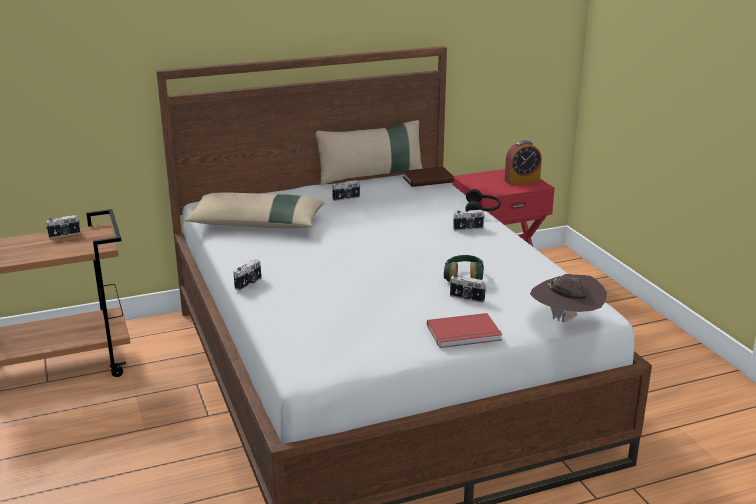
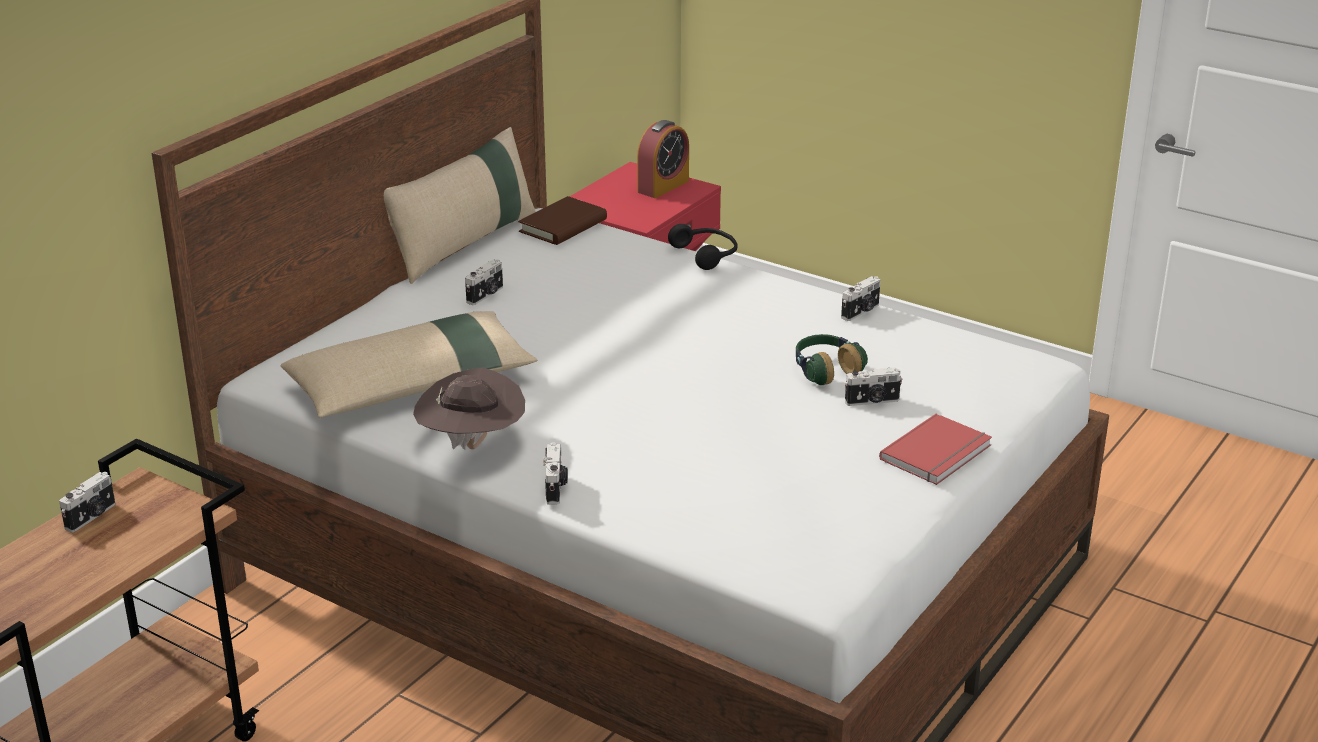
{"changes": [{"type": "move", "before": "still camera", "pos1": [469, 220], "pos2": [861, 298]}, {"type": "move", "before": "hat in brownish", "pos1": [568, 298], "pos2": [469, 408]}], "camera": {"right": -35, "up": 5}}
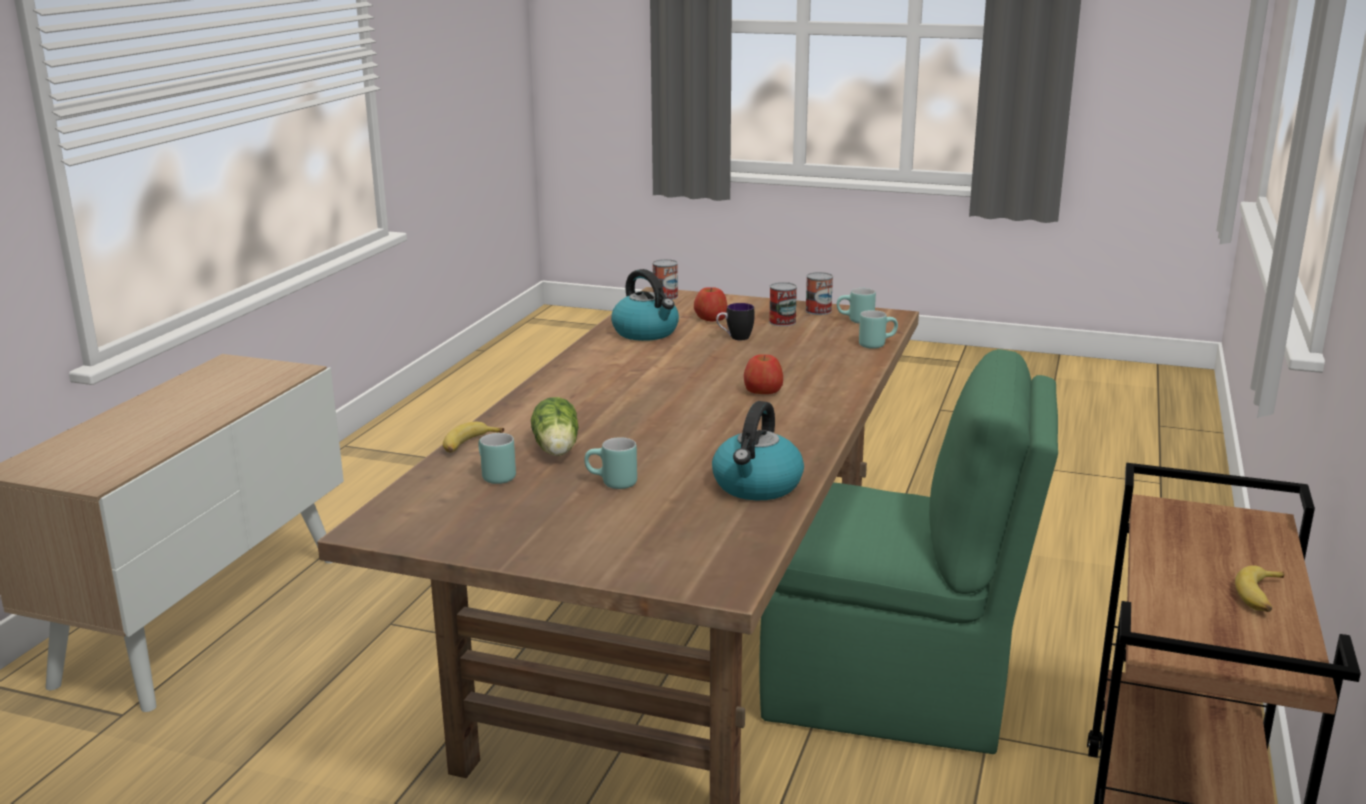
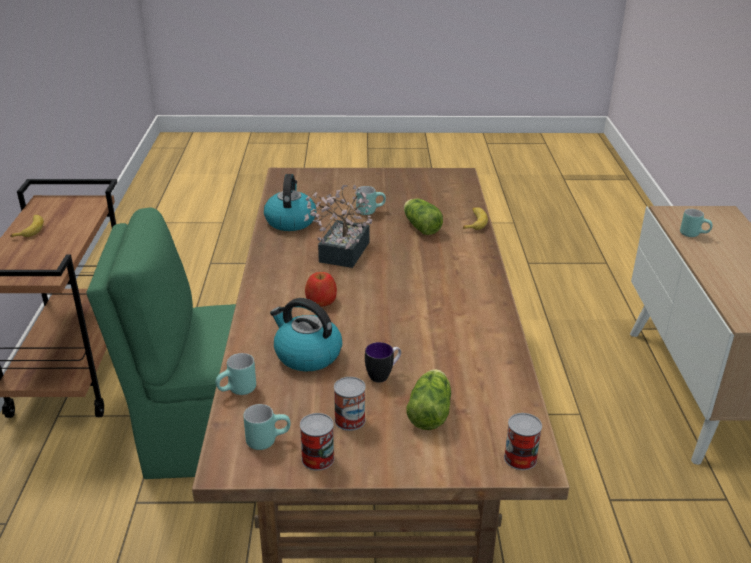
{"changes": [{"type": "move", "before": "coffee mug in turquoise", "pos1": [497, 458], "pos2": [696, 223]}, {"type": "move", "before": "tea kettle", "pos1": [645, 305], "pos2": [306, 334]}, {"type": "replace", "before": "apple", "after": "lettuce head", "pos1": [711, 304], "pos2": [428, 399]}, {"type": "insert", "after": "houseplant", "pos2": [338, 226]}], "camera": {"right": 160, "up": 10}}
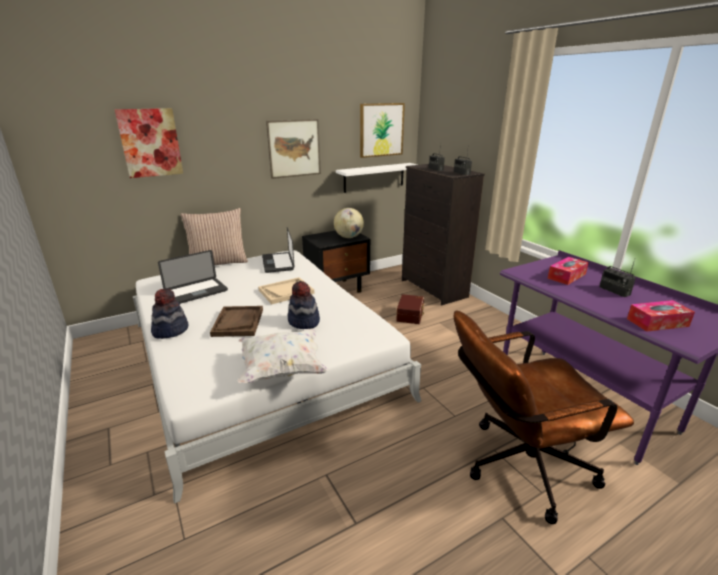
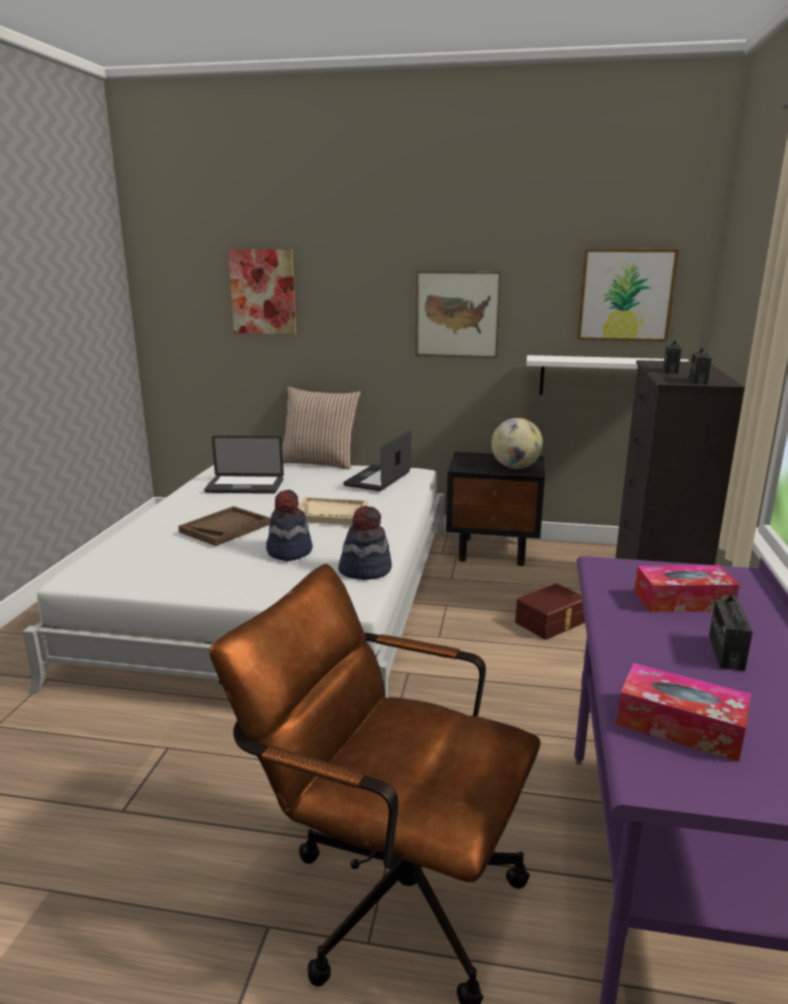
{"changes": [{"type": "move", "before": "hat", "pos1": [170, 314], "pos2": [365, 543]}, {"type": "delete", "before": "cushion in whitish", "pos1": [283, 356]}], "camera": {"right": 40, "up": -5}}
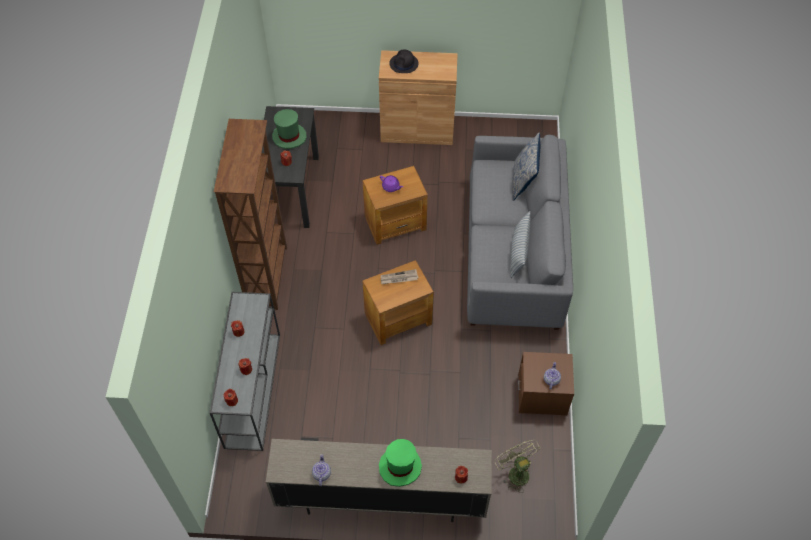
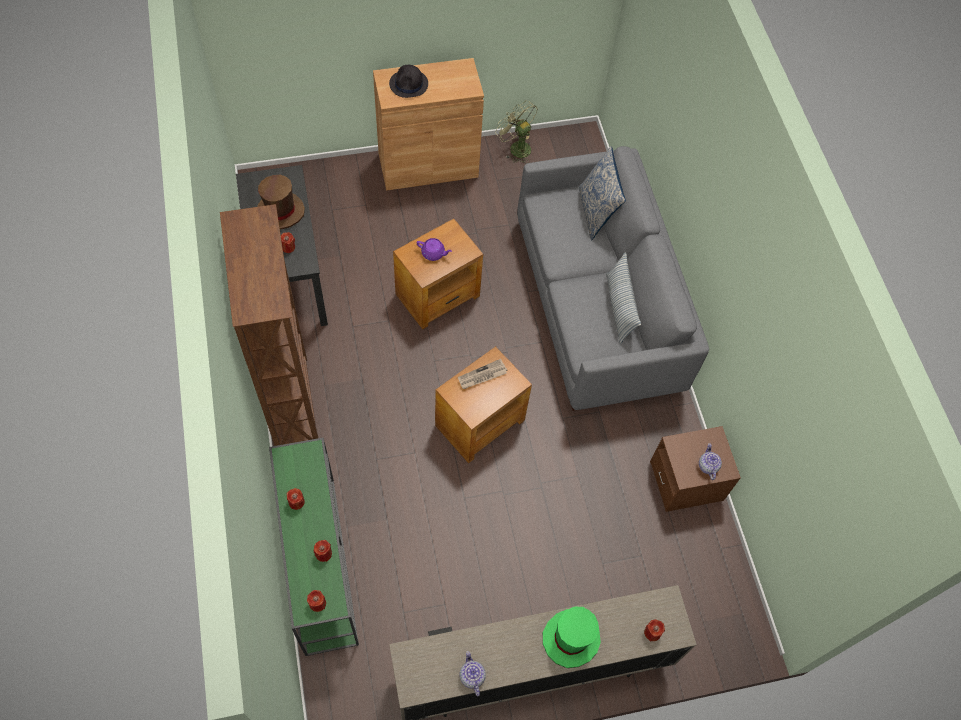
{"changes": [{"type": "recolor", "before": "hall table in grey", "after": "hall table in greenish", "pos1": [245, 371], "pos2": [314, 547]}, {"type": "recolor", "before": "hat in greenish", "after": "hat in brownish", "pos1": [289, 129], "pos2": [281, 202]}, {"type": "move", "before": "cooling fan in greenish", "pos1": [517, 466], "pos2": [516, 131]}], "camera": {"right": -20, "up": 5}}
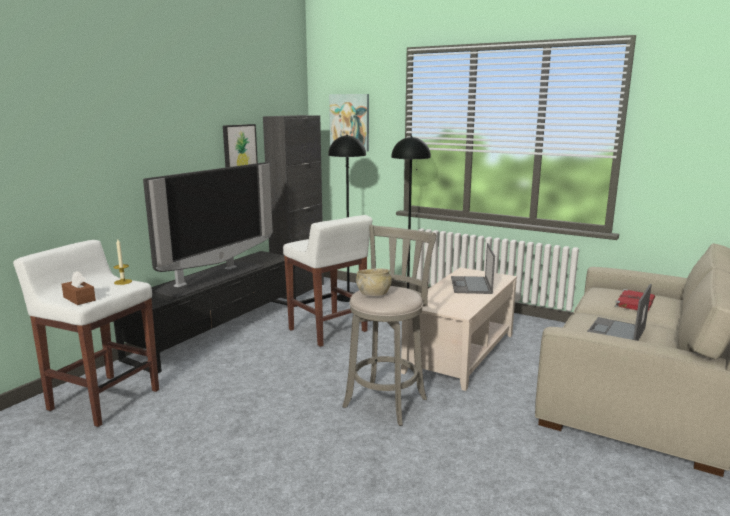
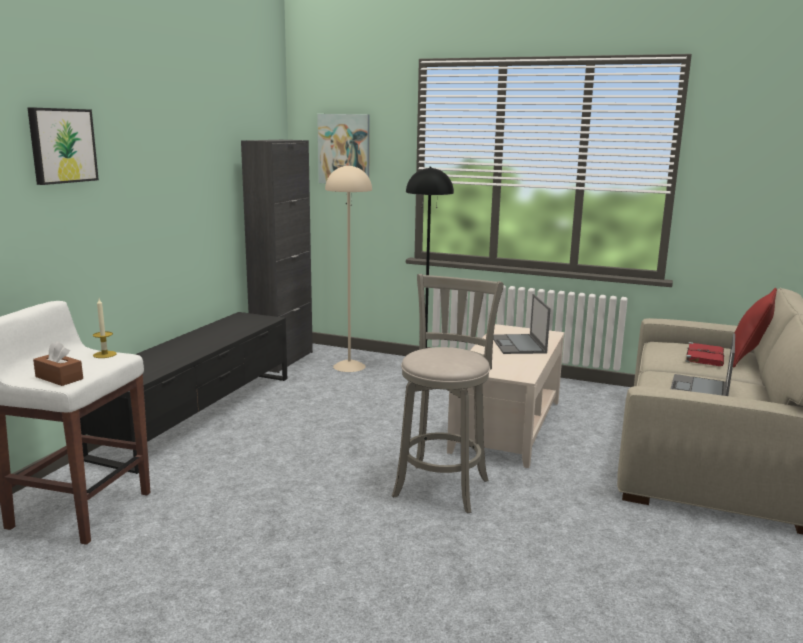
{"changes": [{"type": "delete", "before": "TV set", "pos1": [208, 230]}, {"type": "move", "before": "picture", "pos1": [240, 146], "pos2": [63, 146]}, {"type": "delete", "before": "stool seat in whitish", "pos1": [328, 281]}, {"type": "recolor", "before": "floor lamp in blackish", "after": "floor lamp in beige-coloured", "pos1": [347, 218], "pos2": [348, 268]}, {"type": "delete", "before": "serving bowl in beige-coloured", "pos1": [374, 282]}, {"type": "insert", "after": "cushion in red-coloured", "pos2": [755, 328]}], "camera": {"right": -10, "up": 0}}
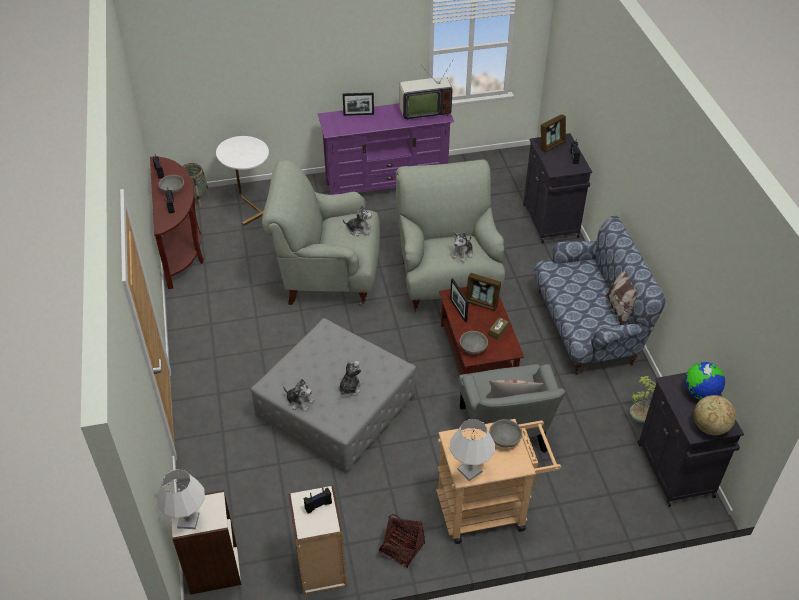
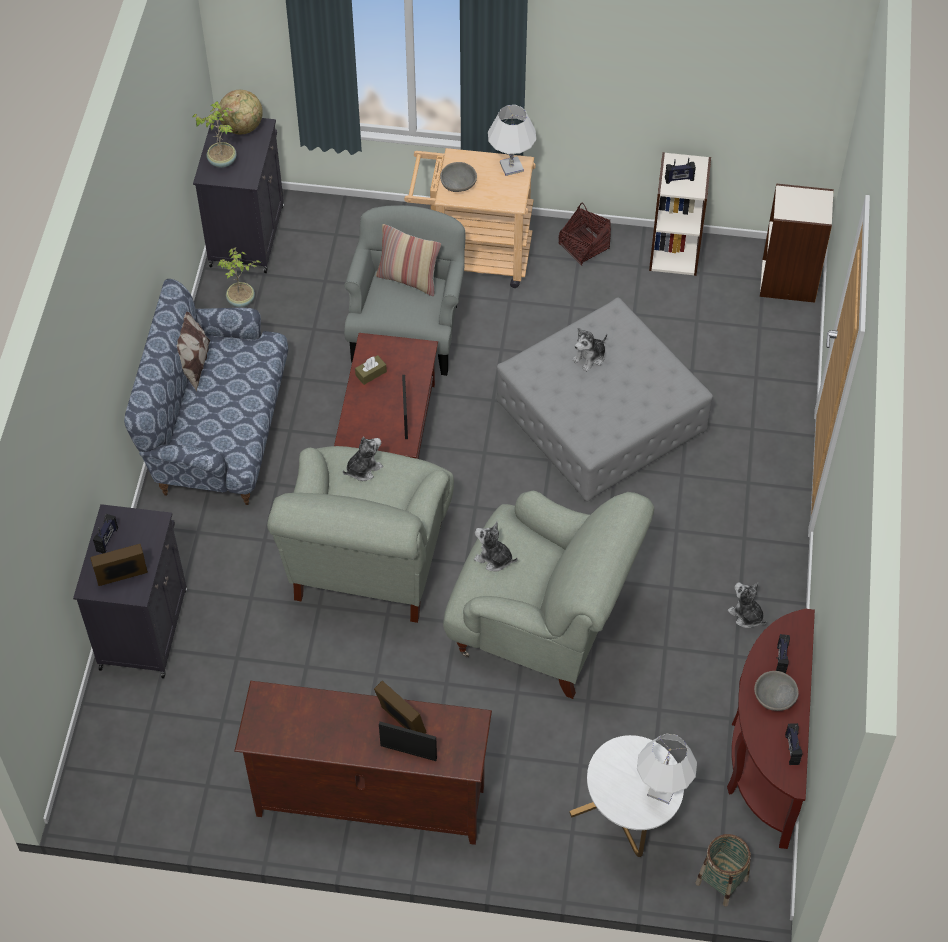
{"changes": [{"type": "move", "before": "table lamp in whitish", "pos1": [181, 499], "pos2": [667, 769]}, {"type": "move", "before": "cuddly toy", "pos1": [299, 395], "pos2": [747, 605]}, {"type": "recolor", "before": "media console in purple-coloured", "after": "media console in brownish", "pos1": [386, 149], "pos2": [363, 763]}, {"type": "delete", "before": "TV set", "pos1": [425, 91]}, {"type": "delete", "before": "serving bowl in grey", "pos1": [474, 342]}, {"type": "move", "before": "standing frame", "pos1": [483, 292], "pos2": [400, 707]}, {"type": "replace", "before": "globe", "after": "houseplant", "pos1": [705, 381], "pos2": [214, 134]}], "camera": {"right": -160, "up": 10}}
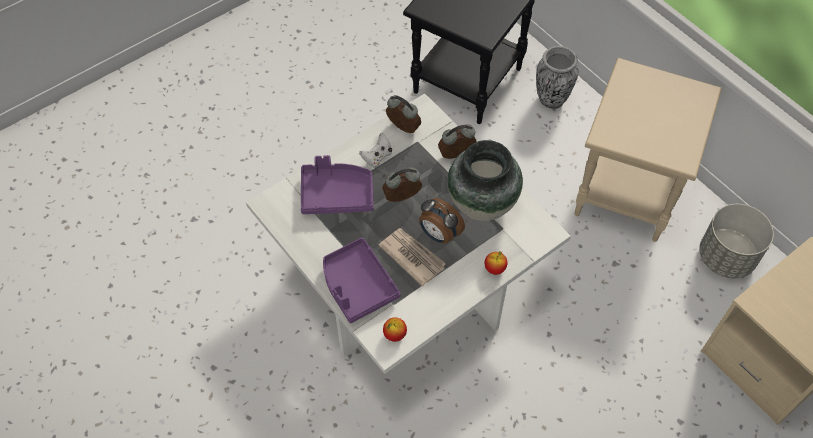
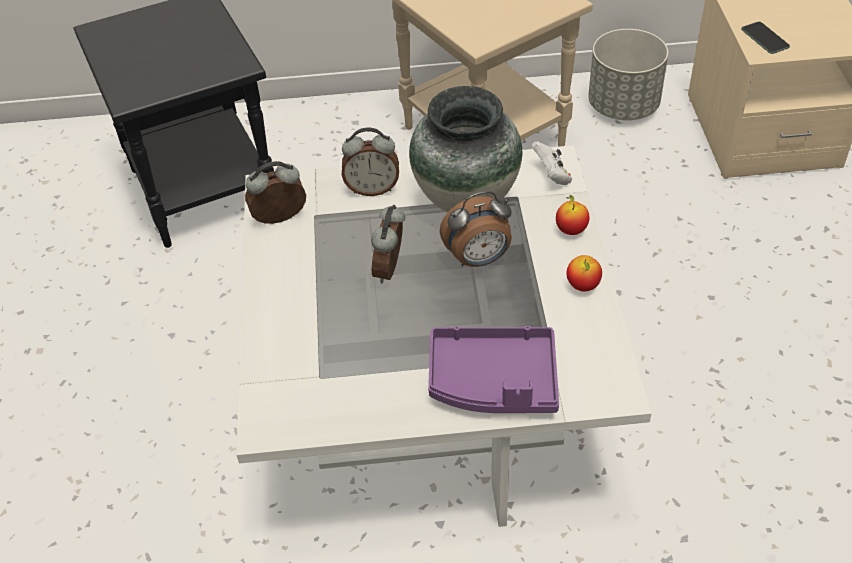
{"changes": [{"type": "delete", "before": "tray in purple-coloured", "pos1": [337, 184]}, {"type": "move", "before": "game controller in whitish", "pos1": [375, 150], "pos2": [551, 163]}, {"type": "delete", "before": "daily paper", "pos1": [412, 257]}, {"type": "move", "before": "apple", "pos1": [395, 329], "pos2": [584, 273]}, {"type": "rotate", "before": "alarm clock", "pos1": [457, 141], "pos2": [370, 161], "turn": -105}, {"type": "delete", "before": "flower vase", "pos1": [557, 77]}, {"type": "insert", "after": "telephone", "pos2": [765, 38]}], "camera": {"right": -55, "up": -10}}
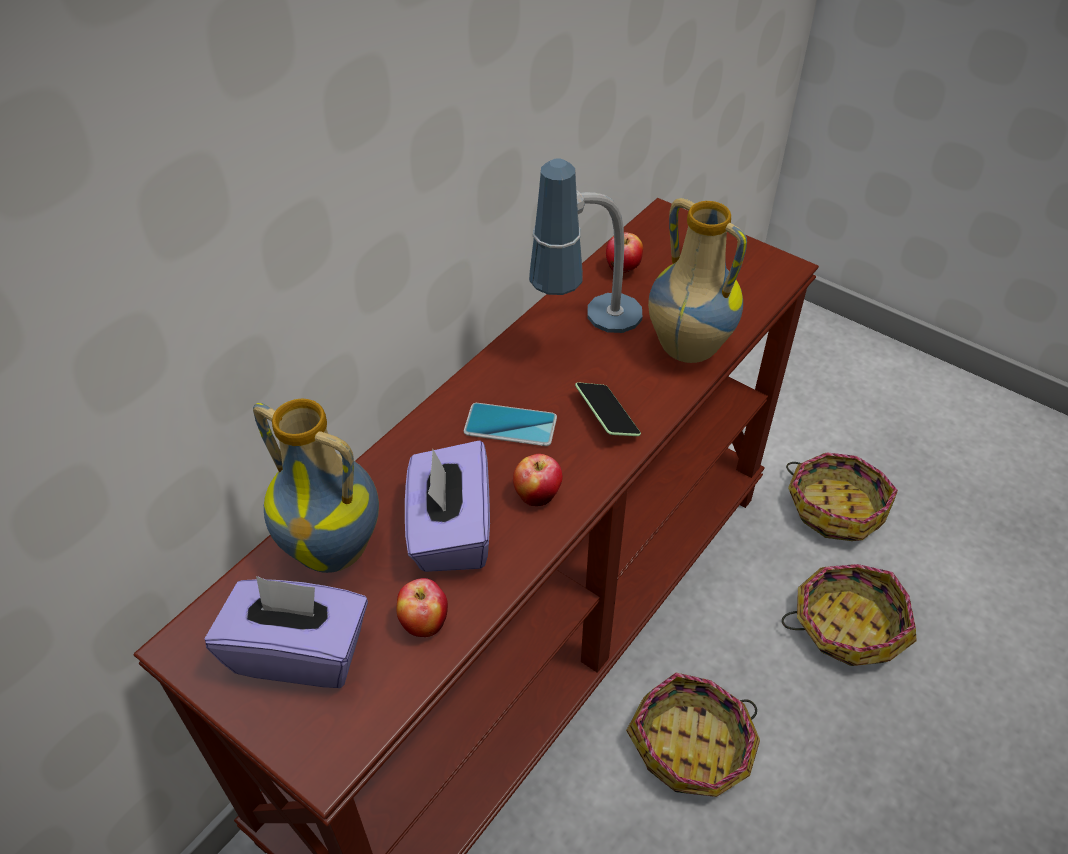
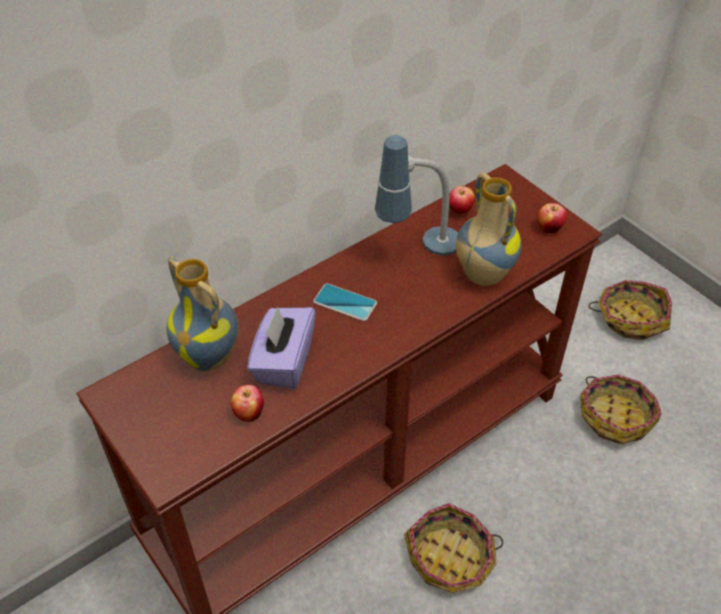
{"changes": [{"type": "delete", "before": "tissue box in purple-coloured", "pos1": [286, 632]}, {"type": "move", "before": "apple", "pos1": [538, 480], "pos2": [552, 218]}, {"type": "delete", "before": "telephone", "pos1": [608, 409]}, {"type": "move", "before": "basket", "pos1": [849, 615], "pos2": [630, 310]}], "camera": {"right": 15, "up": 0}}
